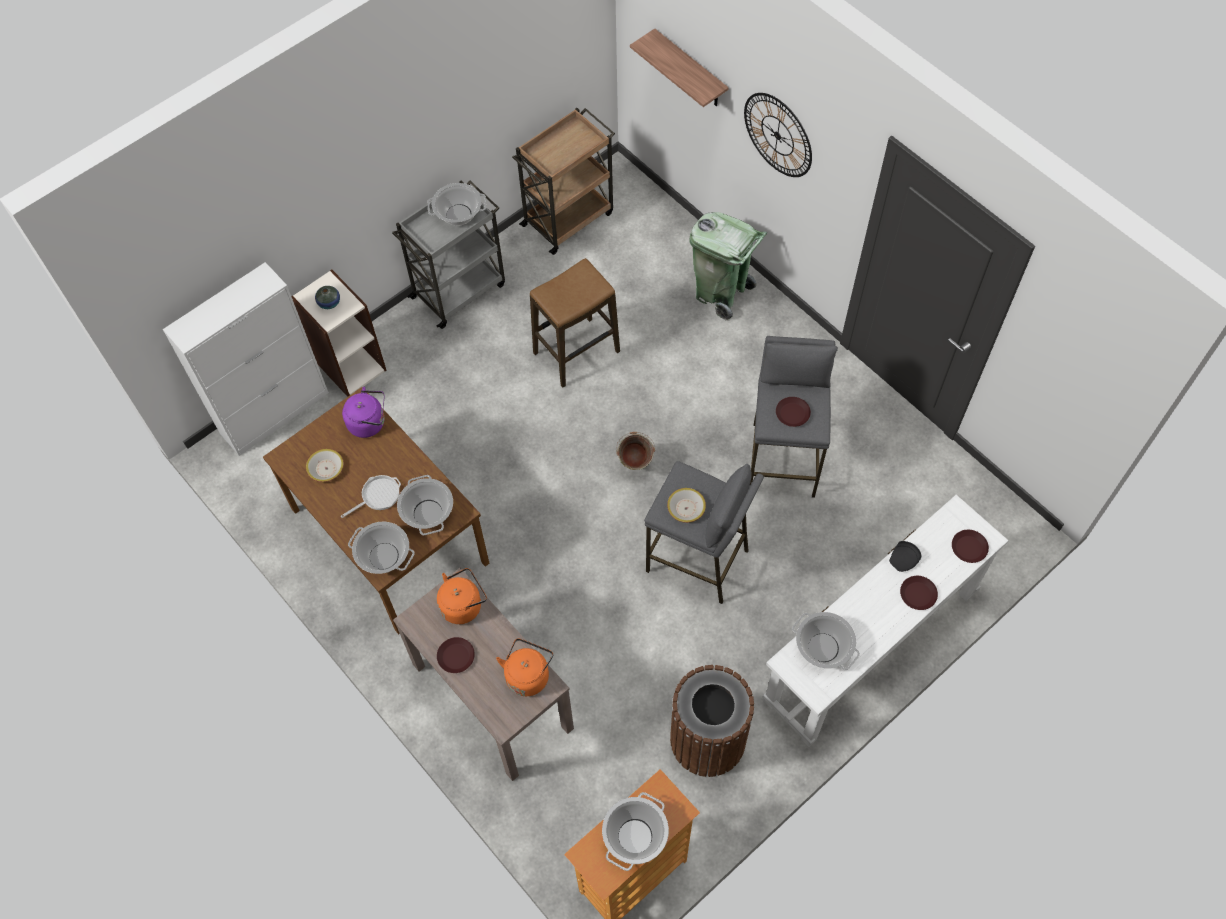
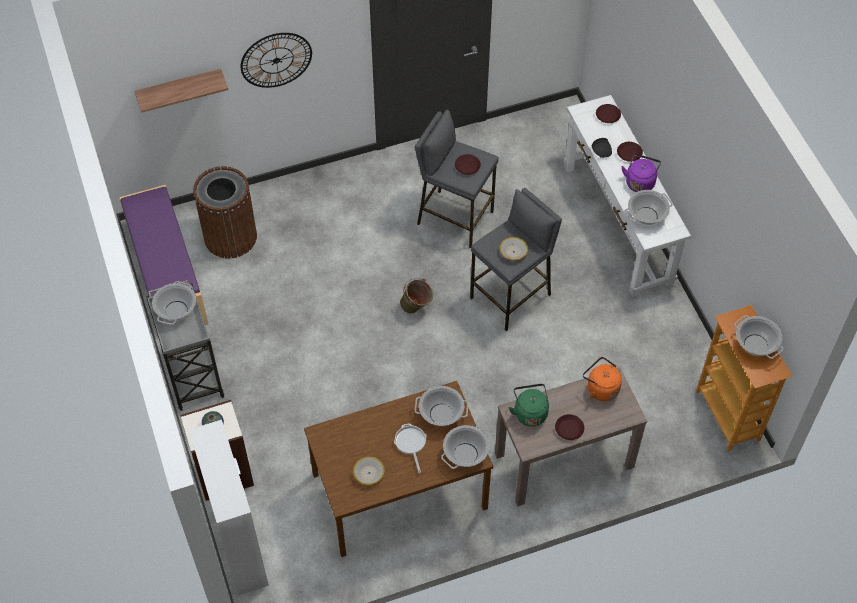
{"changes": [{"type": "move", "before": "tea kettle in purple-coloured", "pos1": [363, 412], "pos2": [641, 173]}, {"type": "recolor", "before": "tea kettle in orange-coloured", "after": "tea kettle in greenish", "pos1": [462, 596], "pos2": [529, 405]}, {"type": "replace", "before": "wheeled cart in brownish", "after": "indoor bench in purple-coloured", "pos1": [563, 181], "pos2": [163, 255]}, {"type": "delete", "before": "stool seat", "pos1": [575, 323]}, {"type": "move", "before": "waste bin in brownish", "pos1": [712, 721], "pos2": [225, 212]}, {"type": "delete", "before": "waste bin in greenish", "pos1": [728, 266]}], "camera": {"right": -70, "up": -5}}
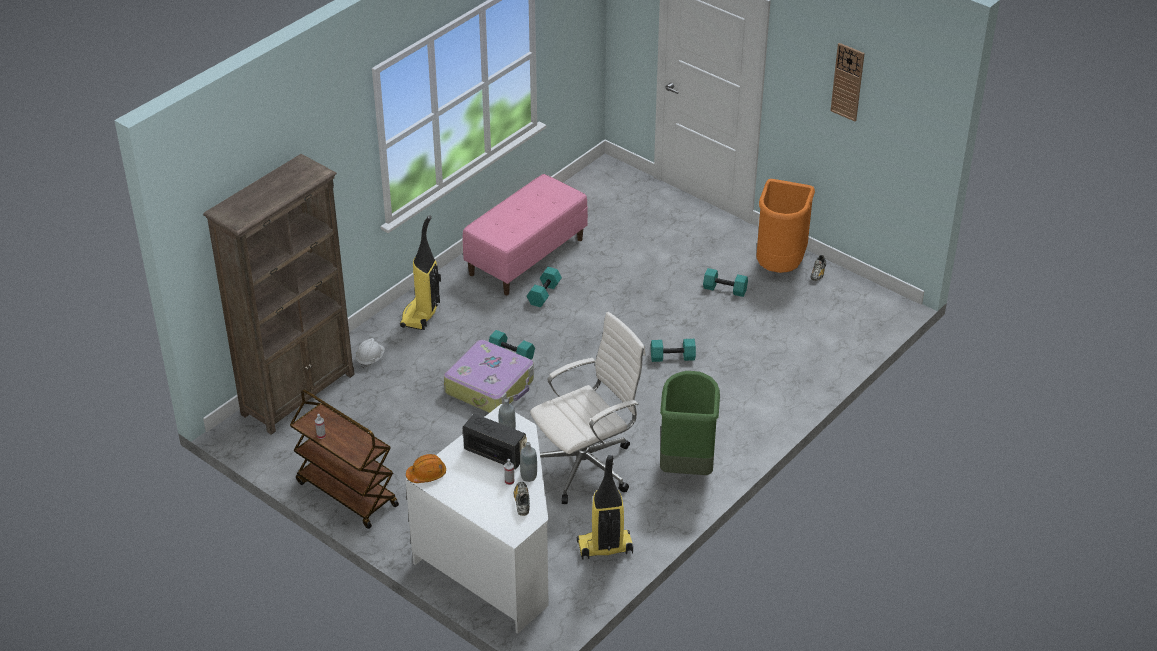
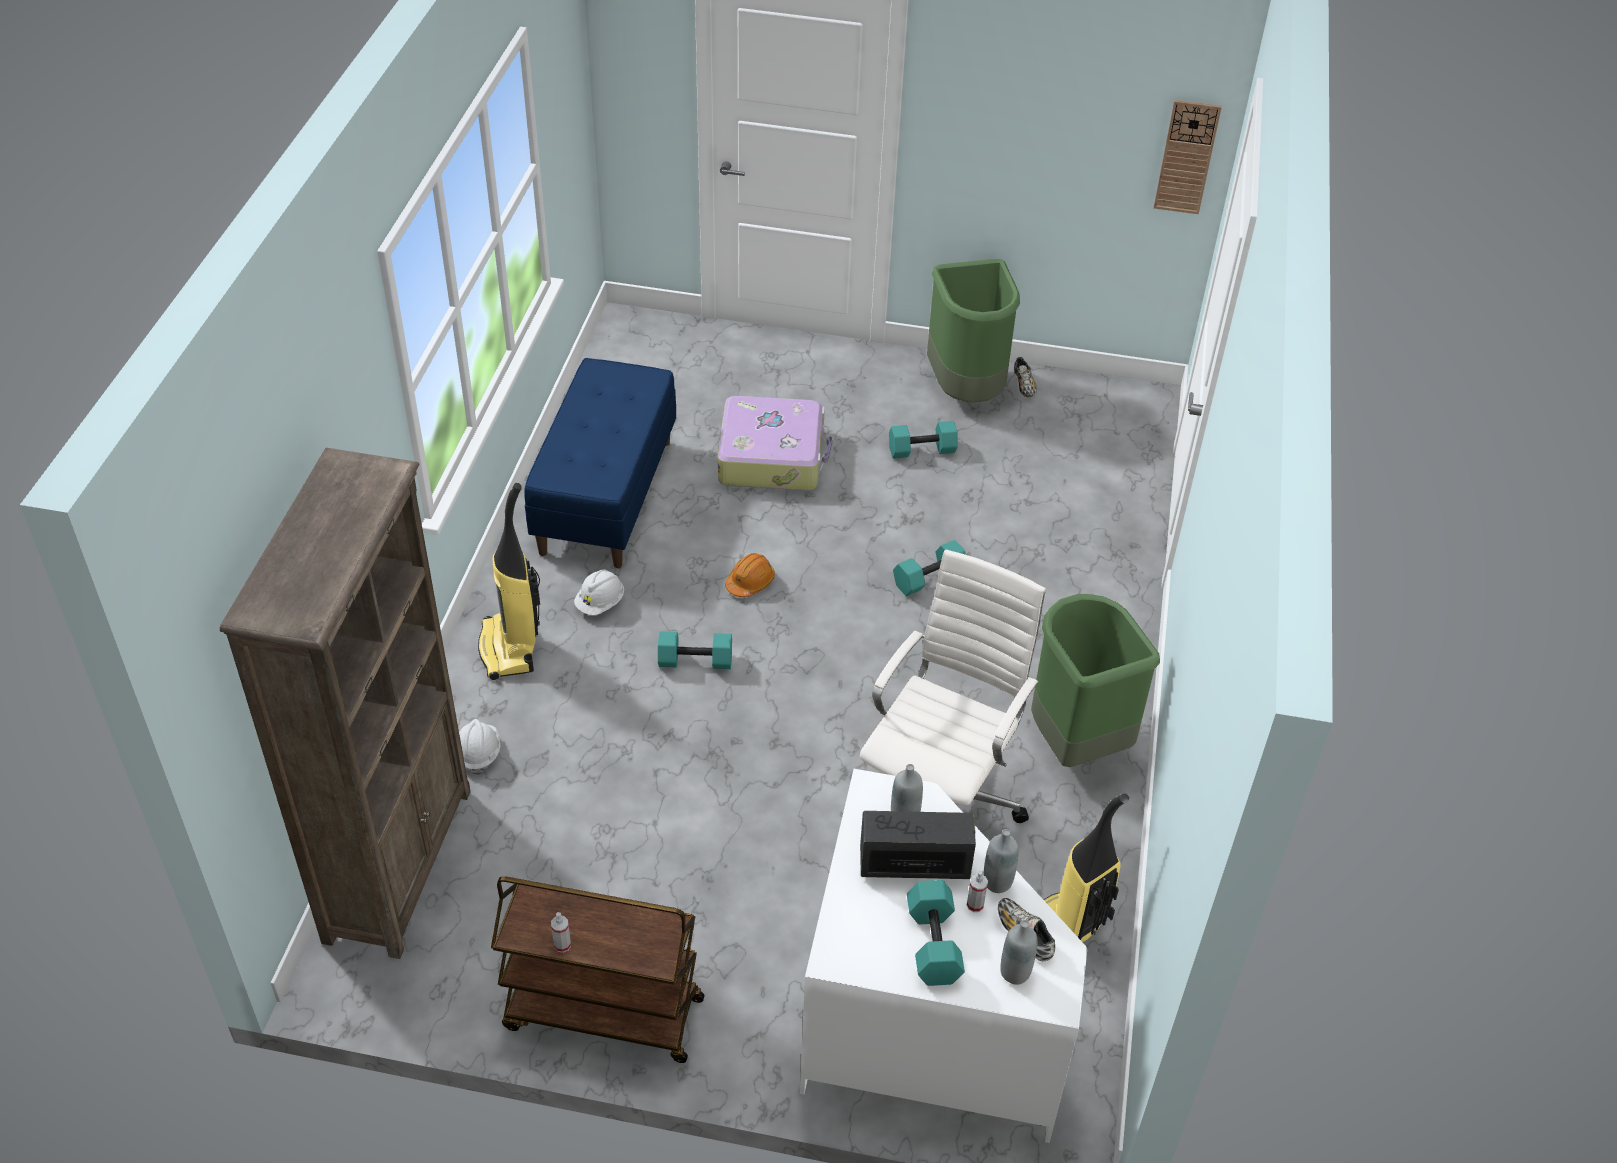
{"changes": [{"type": "move", "before": "work helmet in orange-coloured", "pos1": [426, 468], "pos2": [750, 575]}, {"type": "move", "before": "piece of luggage", "pos1": [489, 376], "pos2": [775, 443]}, {"type": "recolor", "before": "indoor bench in pinkish", "after": "indoor bench in blue-coloured", "pos1": [525, 234], "pos2": [600, 463]}, {"type": "move", "before": "free weight in turquoise", "pos1": [544, 287], "pos2": [936, 933]}, {"type": "recolor", "before": "waste bin in orange-coloured", "after": "waste bin in greenish", "pos1": [786, 226], "pos2": [973, 331]}, {"type": "move", "before": "hanging clock", "pos1": [848, 82], "pos2": [1188, 157]}, {"type": "insert", "after": "work helmet in whitish", "pos2": [599, 592]}, {"type": "insert", "after": "beverage bottle in grey", "pos2": [1019, 952]}], "camera": {"right": -30, "up": 5}}
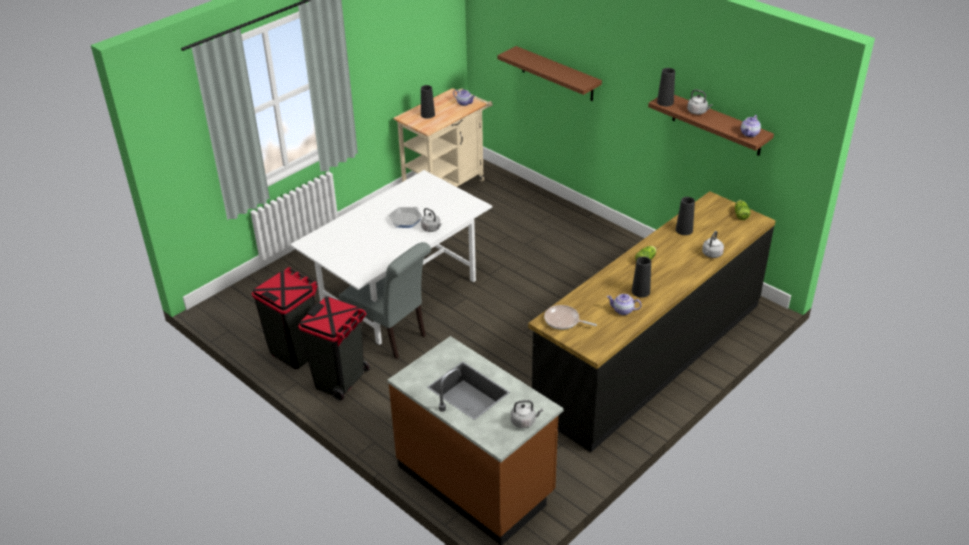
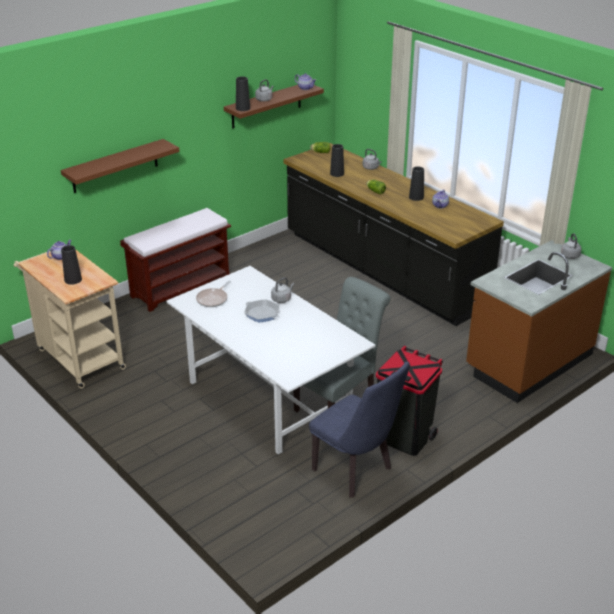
{"changes": [{"type": "replace", "before": "waste bin in blackish", "after": "upright chair in blue-coloured", "pos1": [285, 318], "pos2": [359, 429]}, {"type": "move", "before": "frying pan", "pos1": [570, 317], "pos2": [213, 294]}, {"type": "insert", "after": "indoor bench in brownish", "pos2": [175, 260]}], "camera": {"right": -85, "up": -5}}
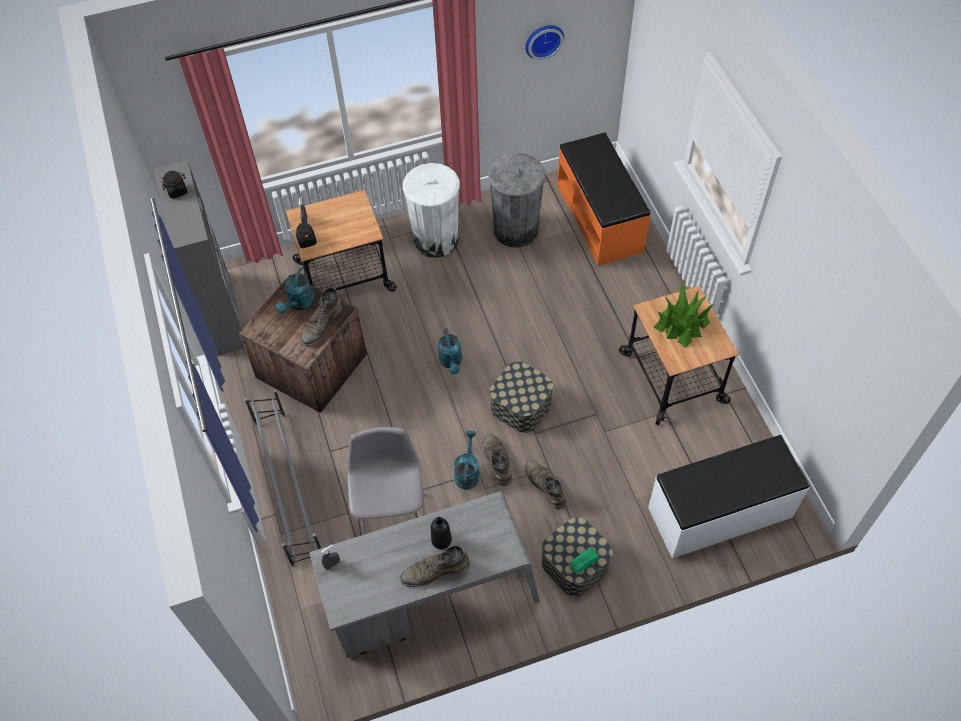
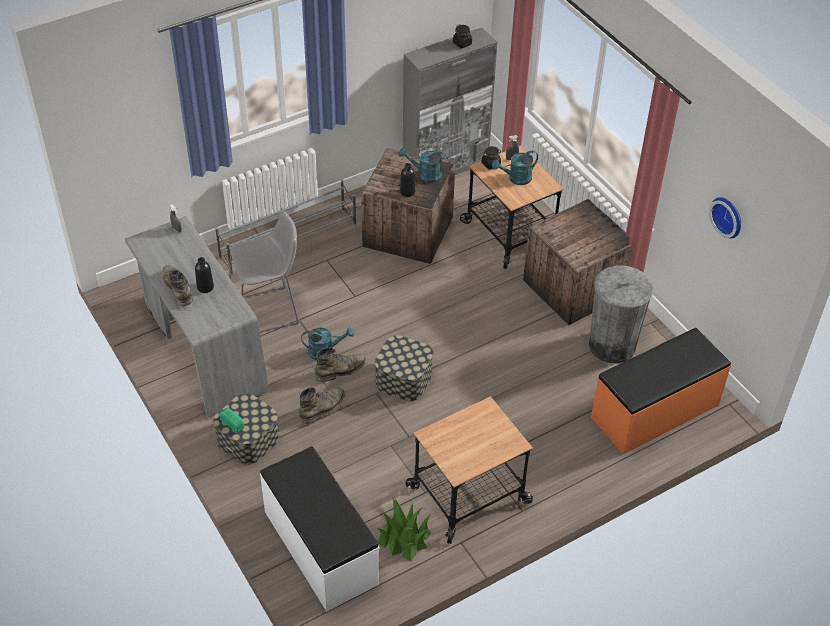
{"changes": [{"type": "replace", "before": "boot in greenish", "after": "beverage bottle in blackish", "pos1": [321, 317], "pos2": [407, 180]}, {"type": "replace", "before": "waste bin in whitish", "after": "crate", "pos1": [431, 210], "pos2": [577, 262]}, {"type": "move", "before": "watering pot in turquoise", "pos1": [450, 351], "pos2": [515, 167]}, {"type": "move", "before": "houseplant", "pos1": [683, 316], "pos2": [404, 530]}], "camera": {"right": 75, "up": -10}}
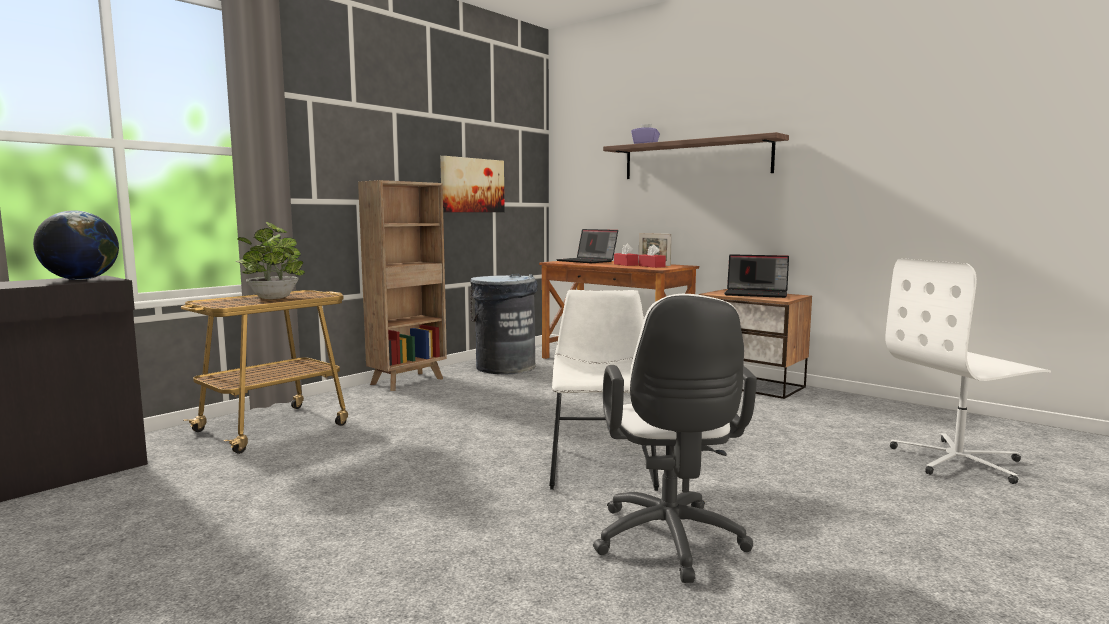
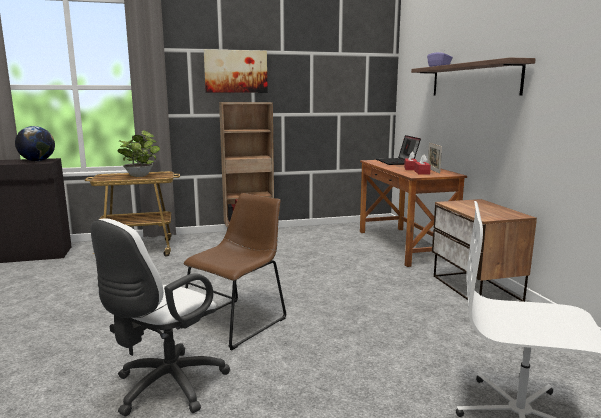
{"changes": [{"type": "move", "before": "picture", "pos1": [472, 184], "pos2": [236, 71]}, {"type": "delete", "before": "waste bin in grey", "pos1": [504, 324]}, {"type": "recolor", "before": "upright chair in whitish", "after": "upright chair in brownish", "pos1": [604, 390], "pos2": [234, 271]}, {"type": "delete", "before": "notebook computer", "pos1": [756, 276]}], "camera": {"right": 35, "up": 5}}
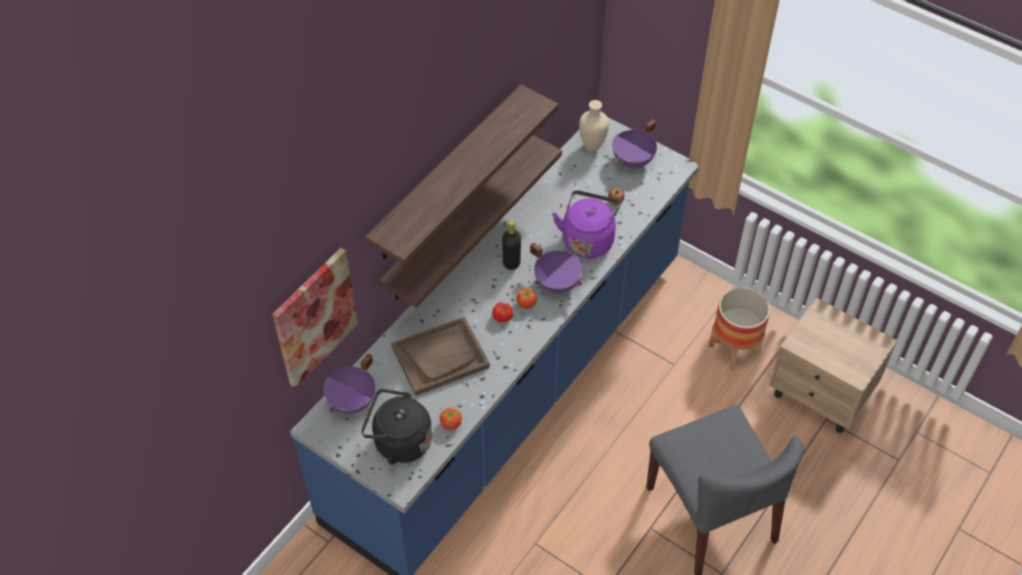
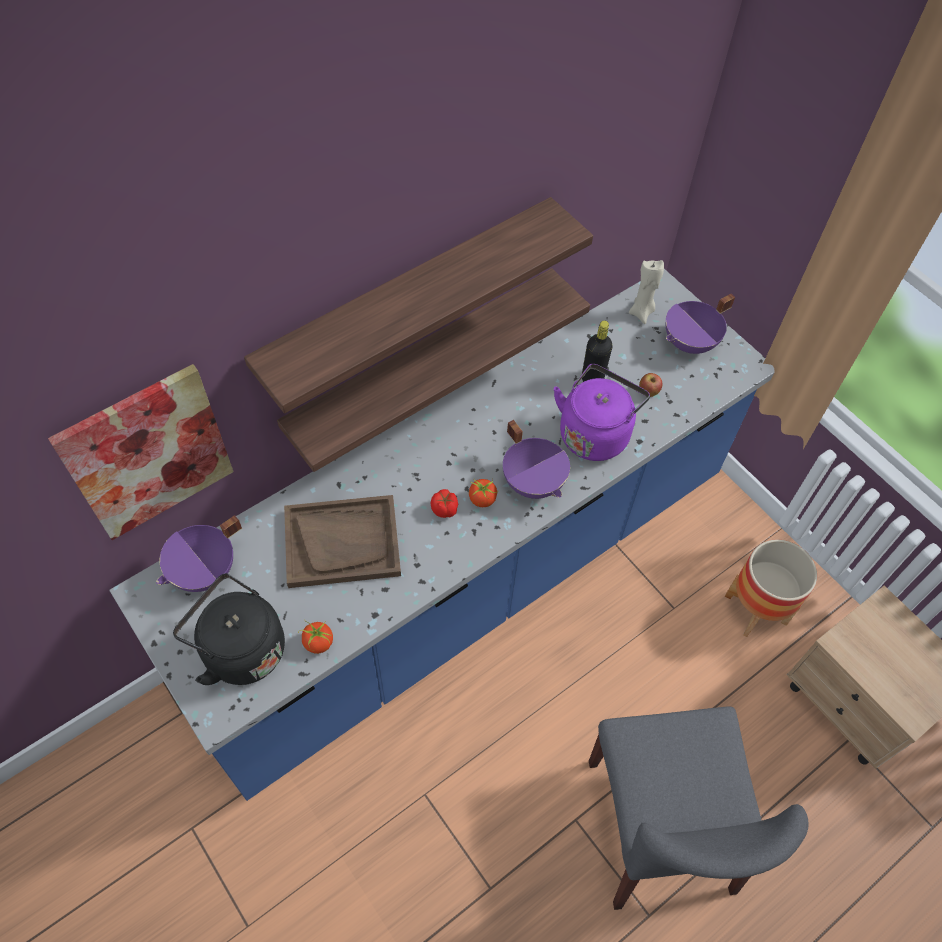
{"changes": [{"type": "move", "before": "beverage bottle in blackish", "pos1": [511, 245], "pos2": [597, 351]}, {"type": "replace", "before": "flower vase in beige-coloured", "after": "wax candle in beige-coloured", "pos1": [594, 126], "pos2": [646, 292]}], "camera": {"right": 15, "up": 5}}
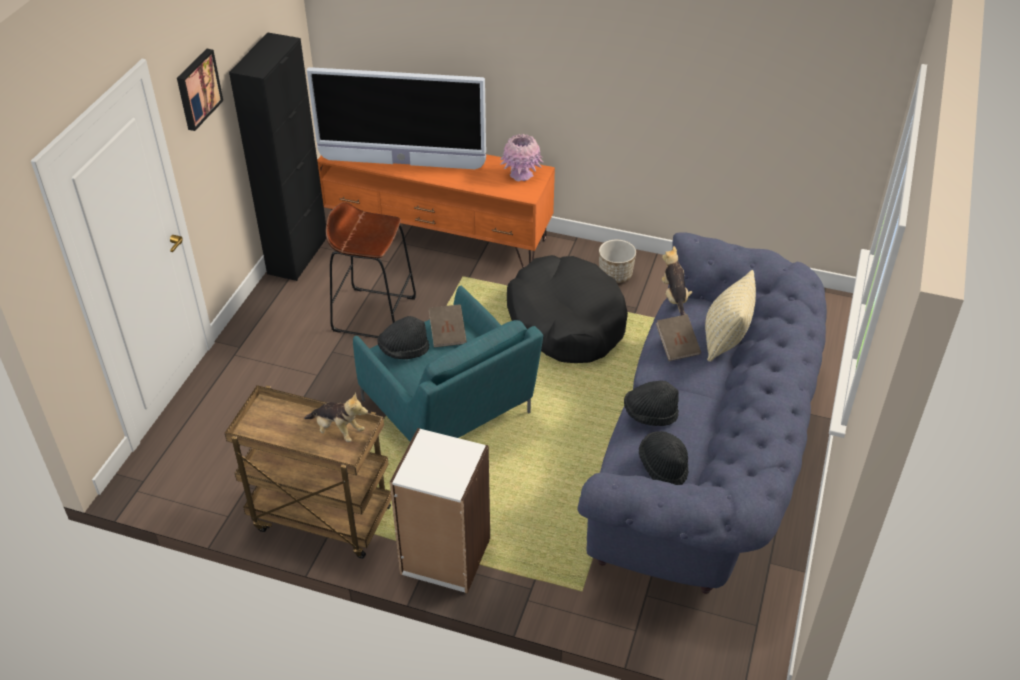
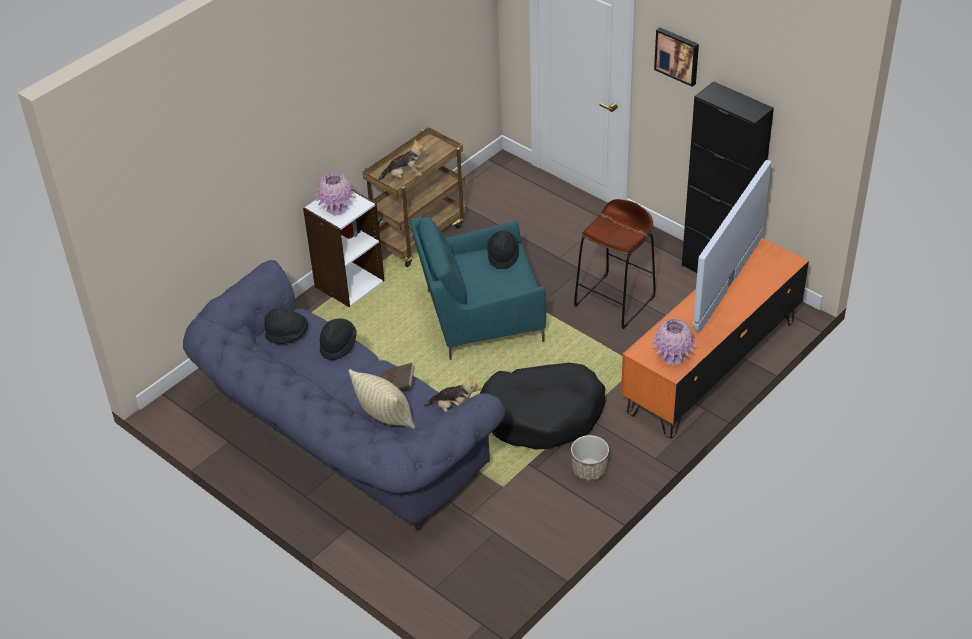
{"changes": [{"type": "rotate", "before": "cuddly toy", "pos1": [336, 417], "pos2": [402, 160], "turn": -150}, {"type": "delete", "before": "book in brownish", "pos1": [448, 325]}, {"type": "insert", "after": "flower vase in pinkish", "pos2": [335, 194]}], "camera": {"right": 115, "up": 0}}
